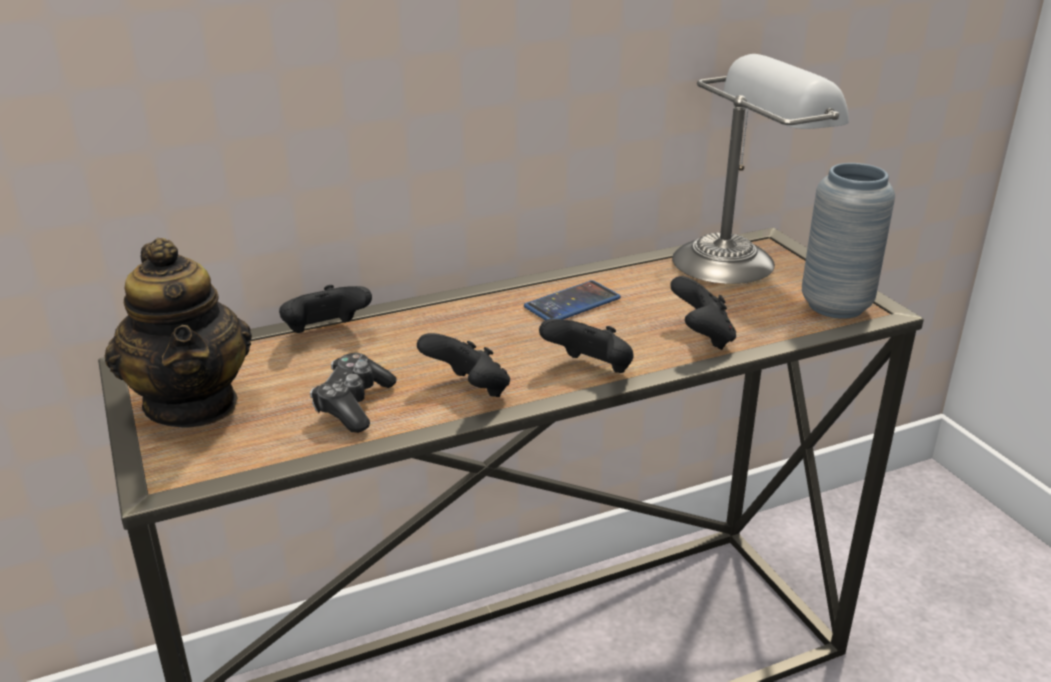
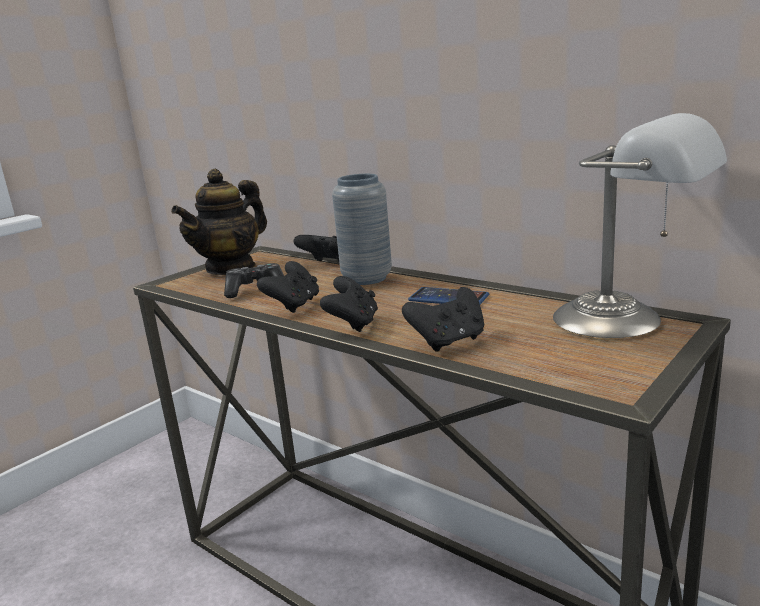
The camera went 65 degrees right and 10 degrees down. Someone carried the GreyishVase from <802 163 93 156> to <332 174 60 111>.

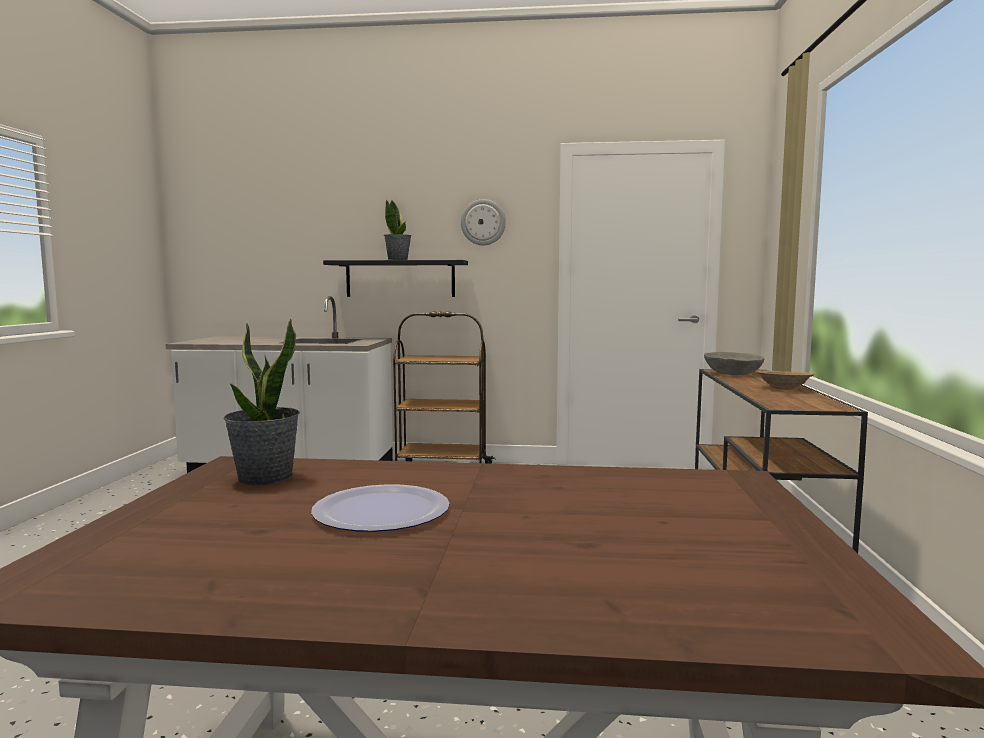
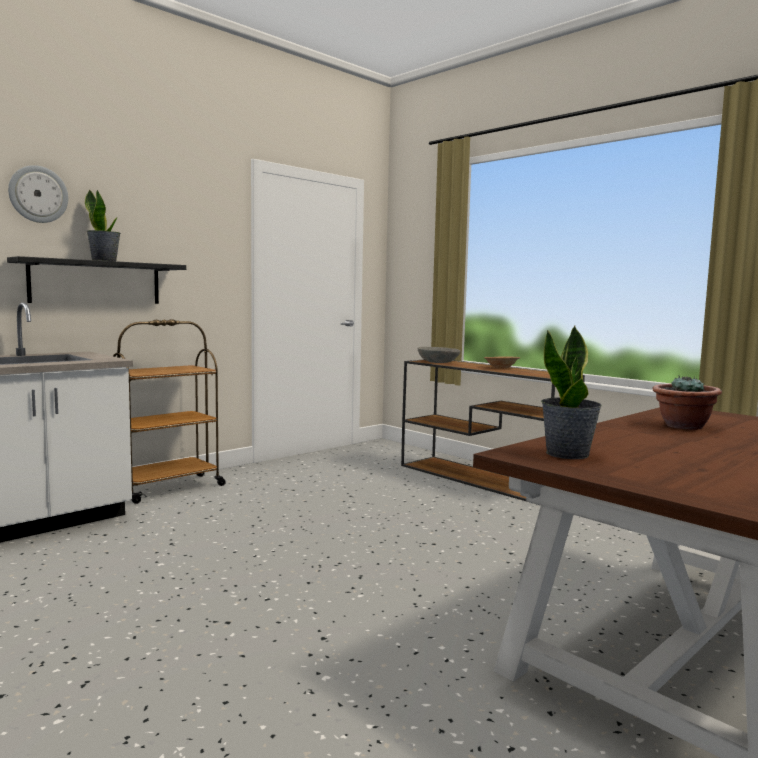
The camera went 50 degrees left and 0 degrees up. Someone took away the DinnerPlate at <311 484 138 48>. Someone carried the ClockOnTheWall from <461 199 45 46> to <8 165 60 58>. Someone put down the PottedPlant at <652 375 70 55>.

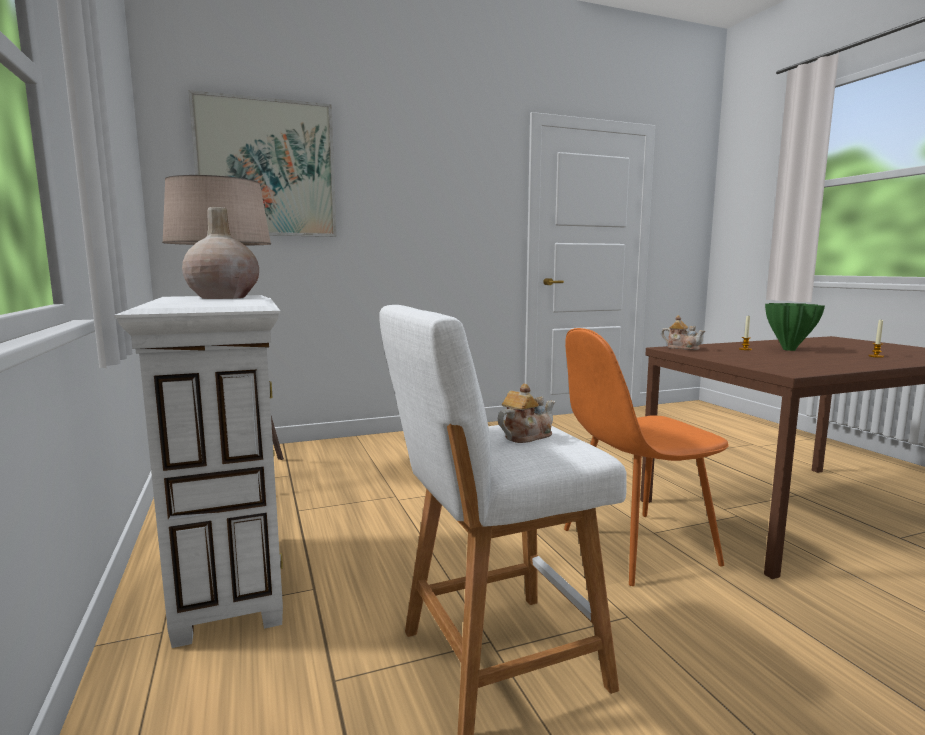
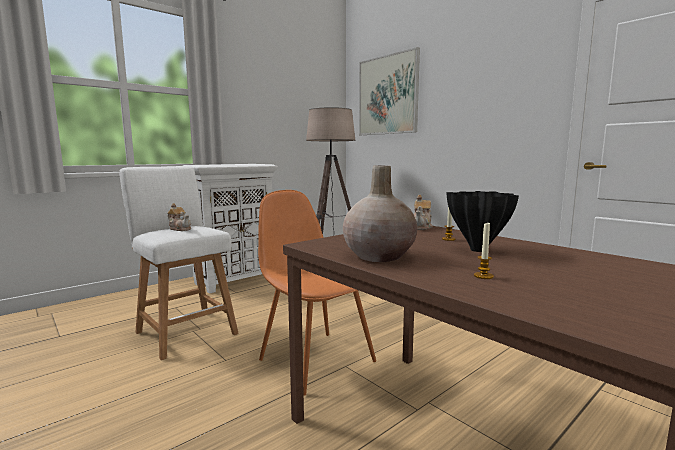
The camera went 70 degrees right and 0 degrees up. Someone carried the BeigeColouredVase from <182 207 77 92> to <343 165 74 97>. Someone repainted the GreenishVase at <765 303 60 48>, which became the BlackVase at <446 191 73 61>.

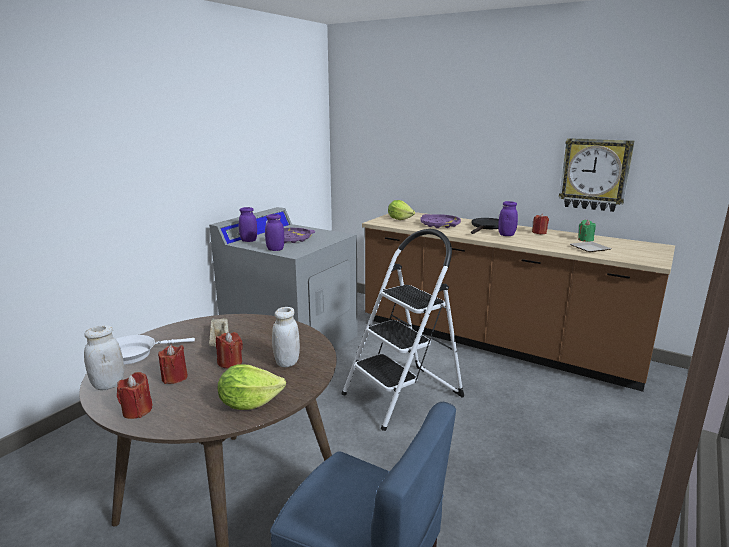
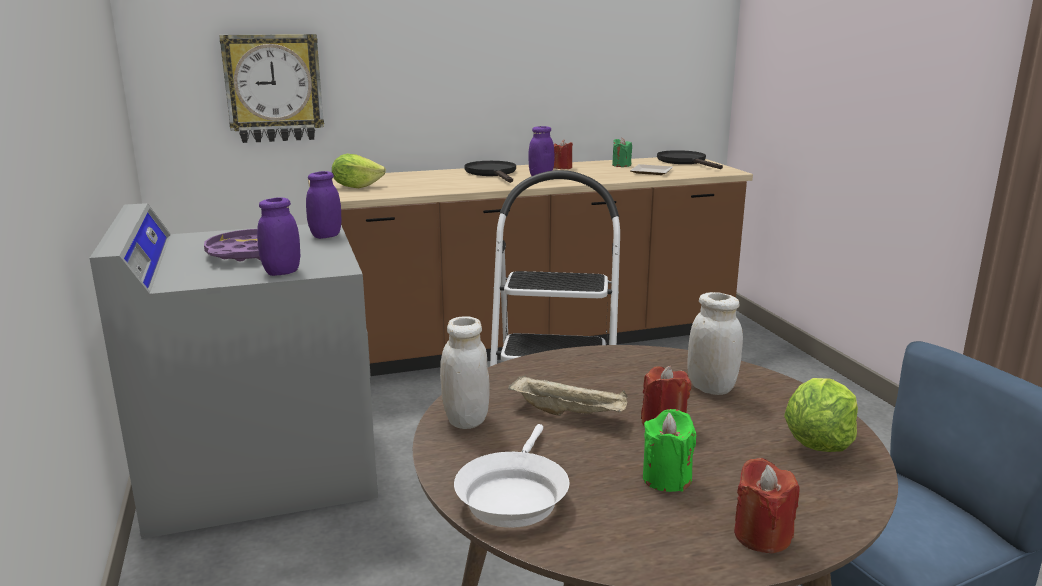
The camera went 50 degrees left and 0 degrees up. Someone carried the WhiteColouredStorageJar from <84 325 40 65> to <440 316 49 113>. Someone repainted the RedCandle at <158 345 30 39>, which became the GreenishCandle at <643 409 53 83>. Someone carried the PurplishStorageJar from <239 207 18 35> to <306 171 36 68>. Someone took away the PurplishCarryingTray at <420 214 41 14>. Someone carried the ClockOnTheWall from <559 138 75 74> to <219 34 105 109>. Someone put down the BlackFryingPan at <657 150 66 19>.

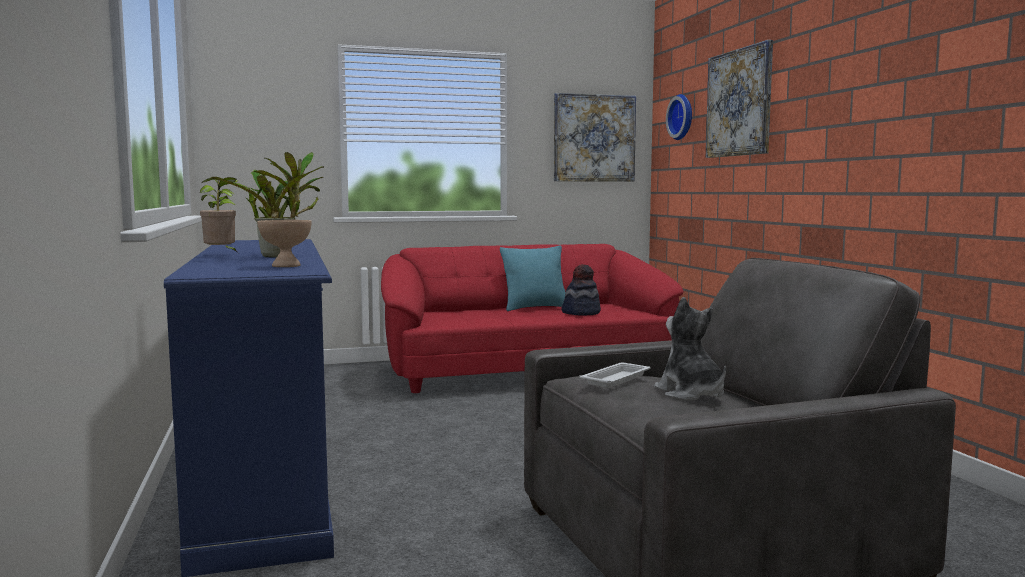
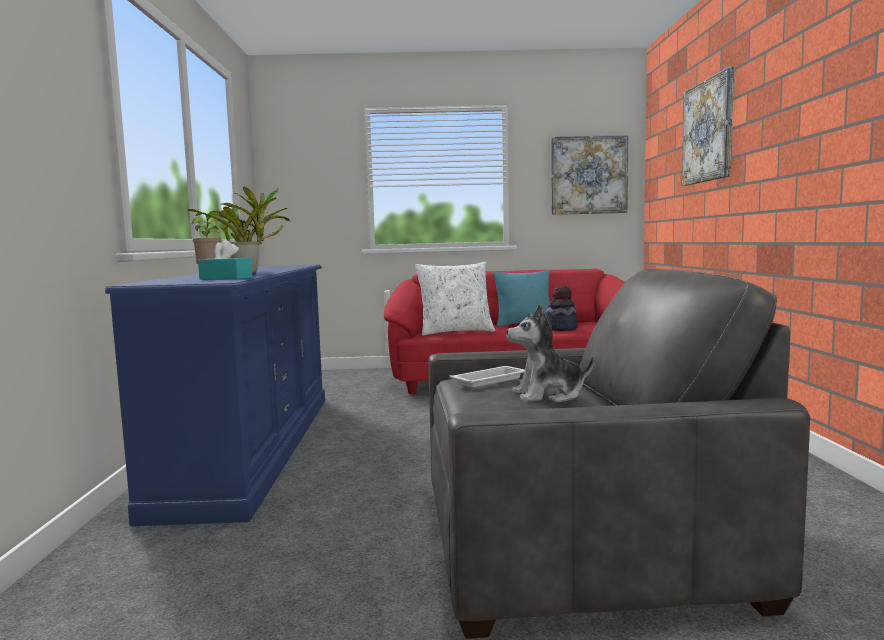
The camera went 15 degrees right and 0 degrees up. Someone swapped the BeigeColouredBowl at <257 220 55 47> for the BlueGreenBoxOfTissues at <198 239 54 41>. Someone rotated the CuddlyToy at <654 297 72 104> by 90 degrees counterclockwise. Someone took away the ClockOnTheWall at <666 94 26 46>. Someone put down the WhiteColouredCushion at <415 262 80 74>.

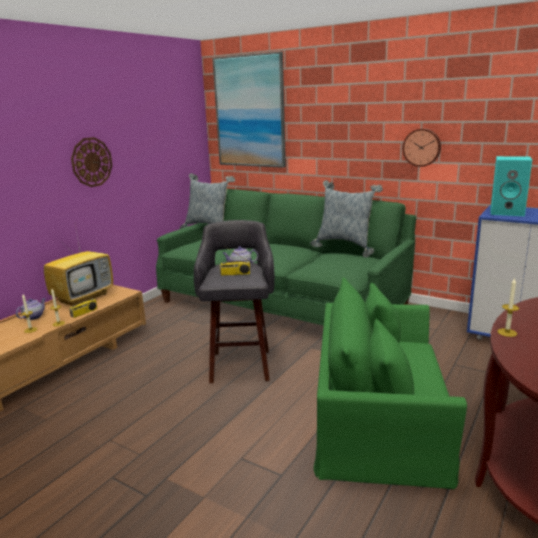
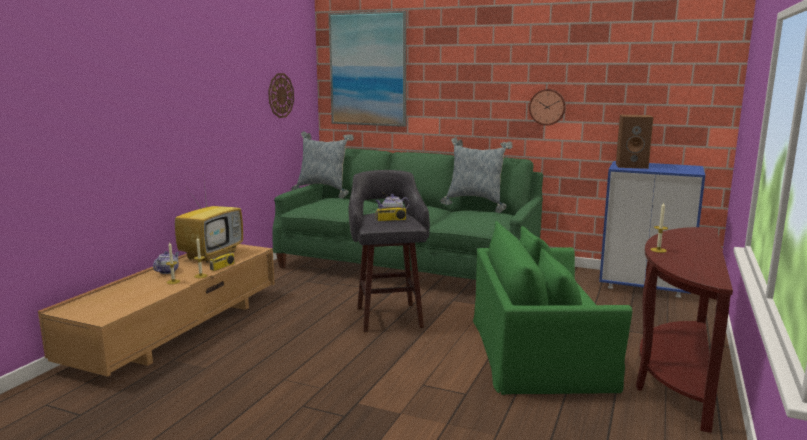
The camera went 10 degrees left and 5 degrees down. Someone carried the ClockOnTheWall from <71 137 41 50> to <268 73 26 45>. Someone repainted the BlueGreenSpeaker at <490 156 42 60>, which became the BrownSpeaker at <616 115 37 54>.

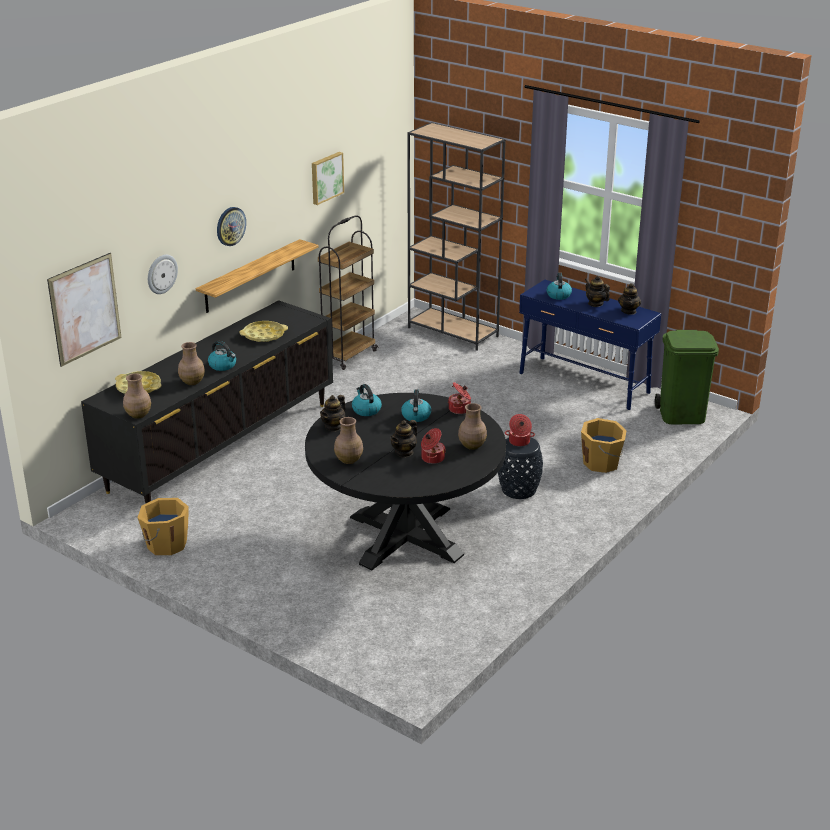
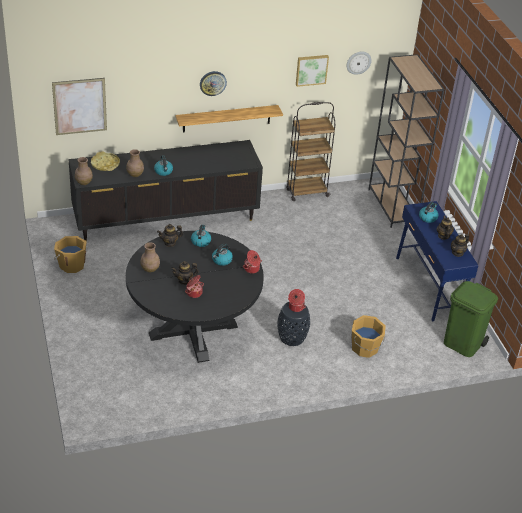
The camera went 35 degrees right and 10 degrees up. Someone carried the ClockOnTheWall from <148 255 30 39> to <347 52 25 23>. Someone took away the YellowCarryingTray at <239 321 49 21>. Someone took away the BrownVase at <458 403 29 47>.

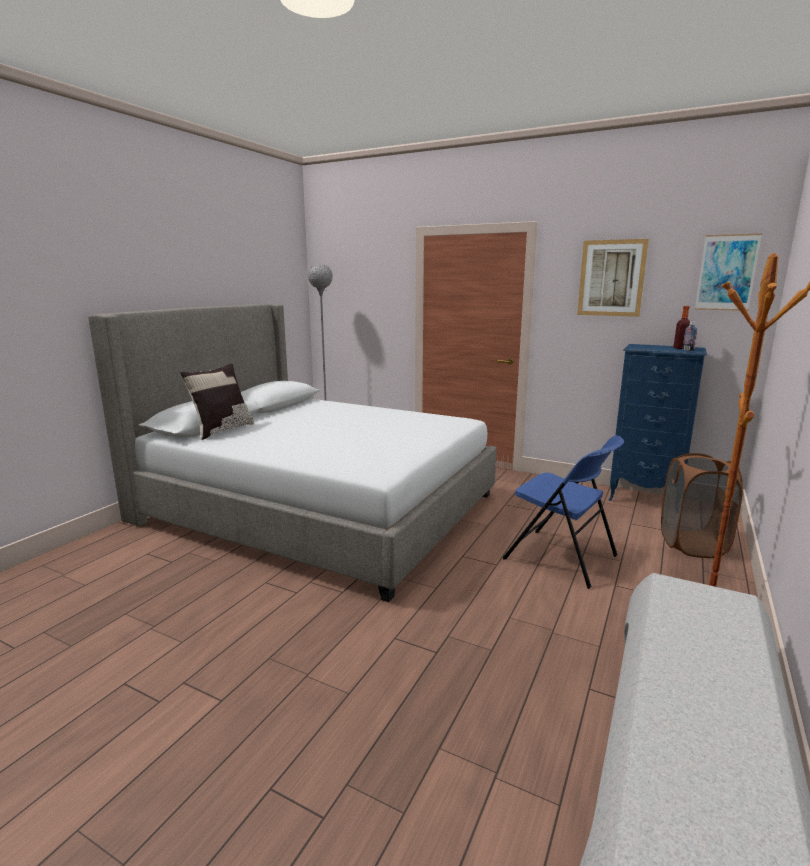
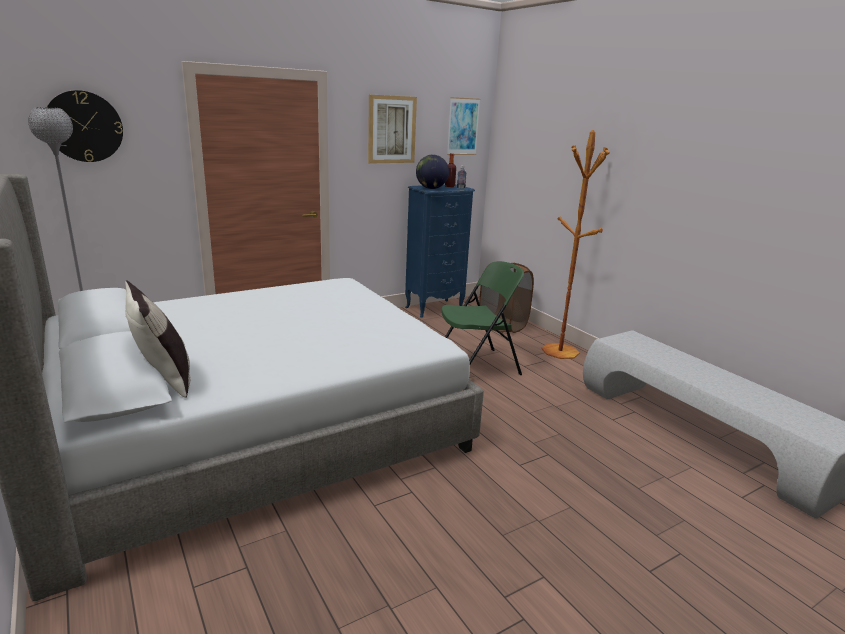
The camera went 60 degrees left and 5 degrees up. Someone repainted the BlueColouredPlainChair at <503 436 121 153>, which became the GreenishPlainChair at <441 261 83 114>. Someone put up the ClockOnTheWall at <47 90 76 72>. Someone put down the Globe at <416 155 33 34>.

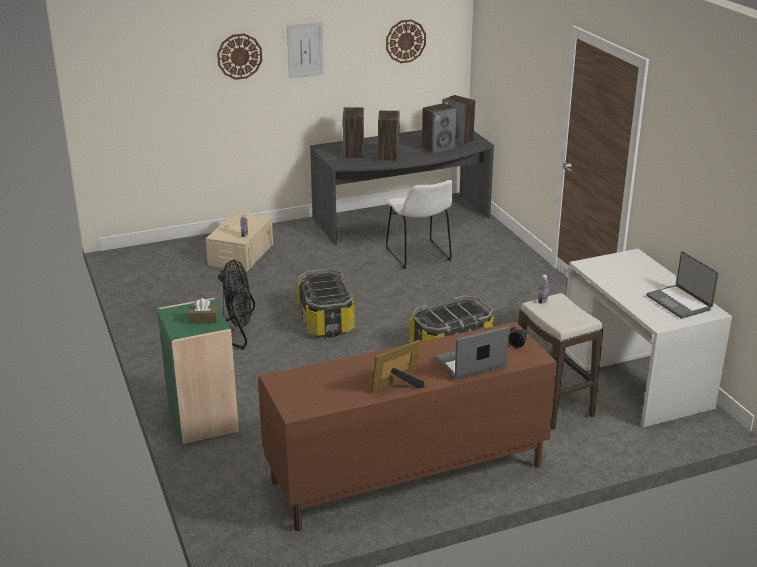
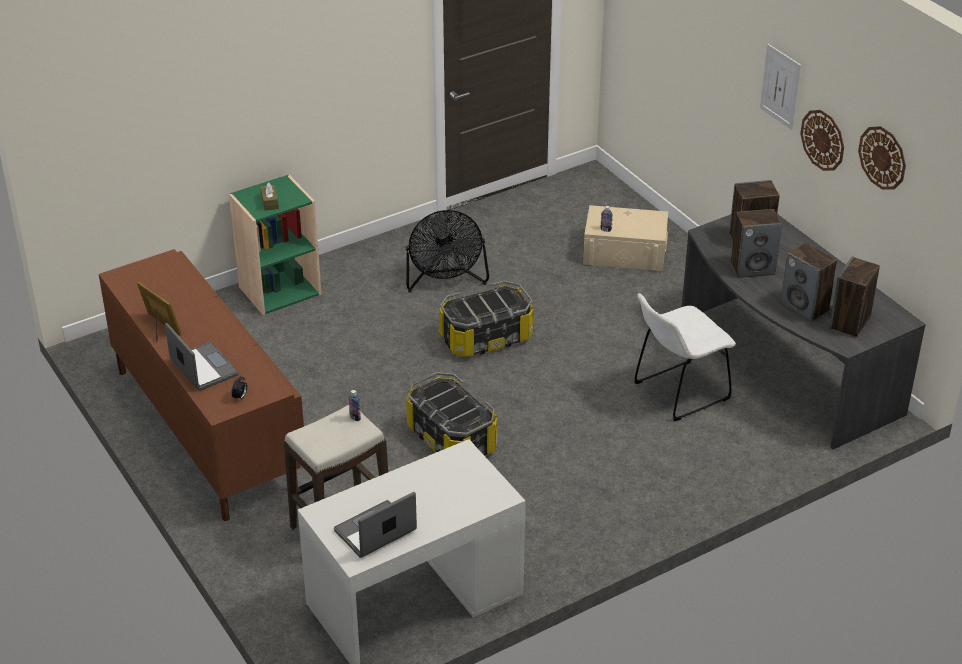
The camera went 80 degrees right and 10 degrees up. Someone carried the ClockOnTheWall from <217 34 45 46> to <800 110 44 61>.

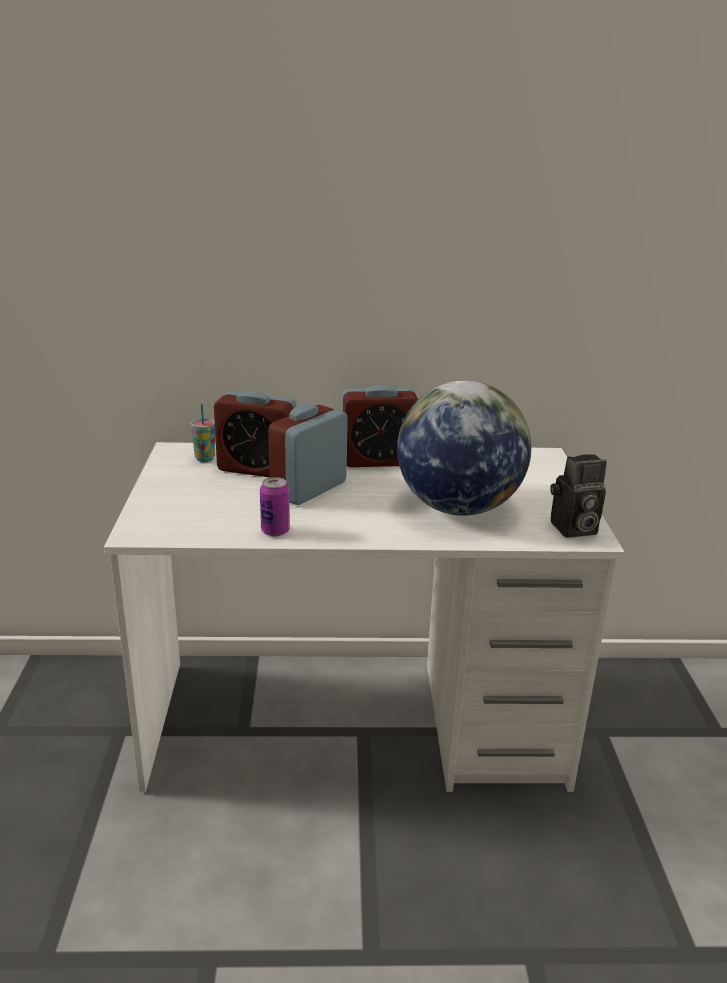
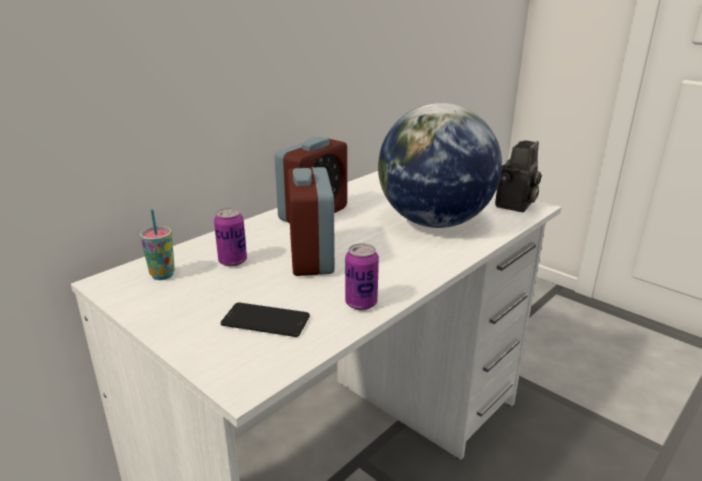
The camera went 45 degrees left and 0 degrees up. Someone swapped the BedsideClock at <214 391 83 86> for the Can at <214 208 33 59>. Someone put down the Telephone at <220 303 90 34>.

